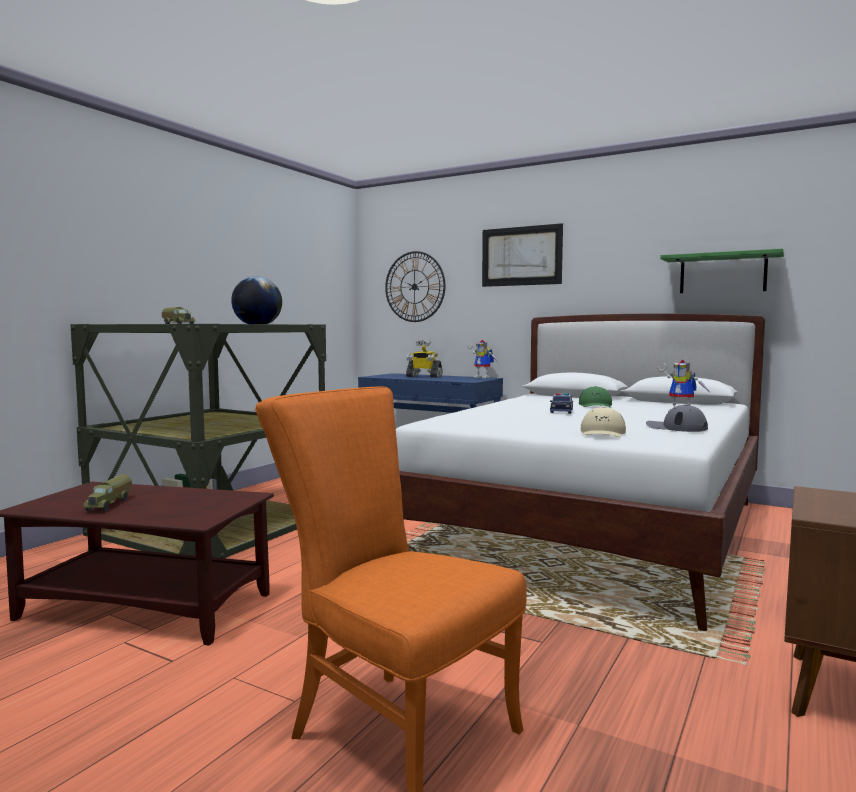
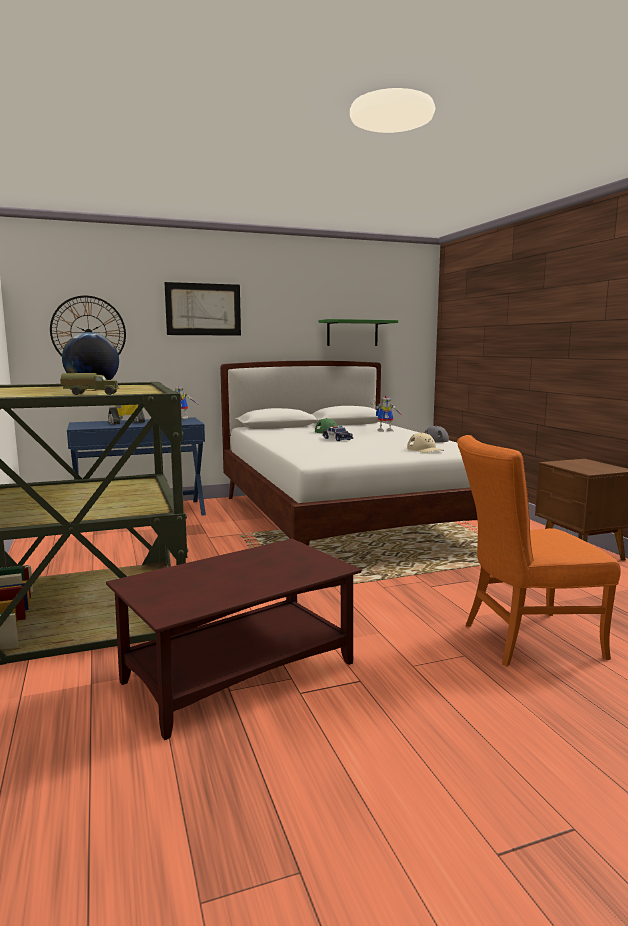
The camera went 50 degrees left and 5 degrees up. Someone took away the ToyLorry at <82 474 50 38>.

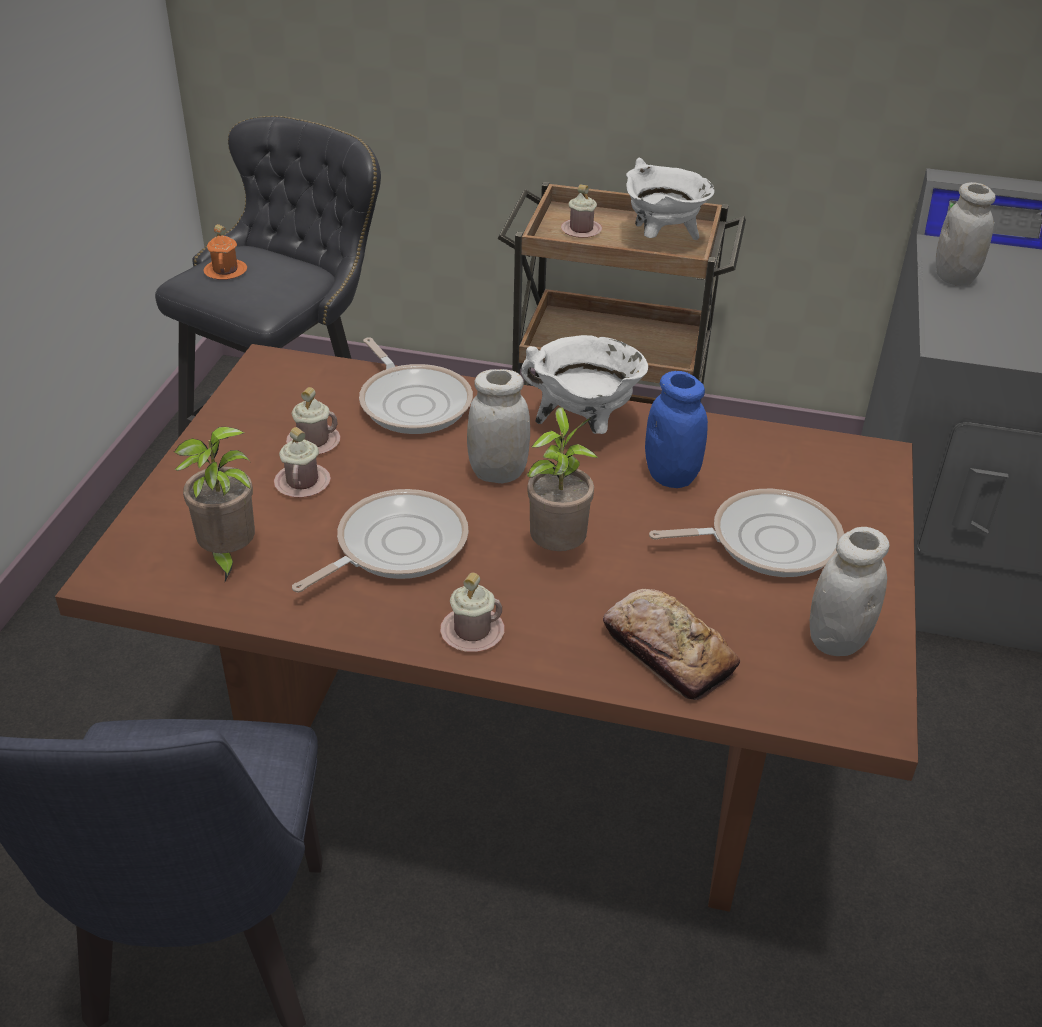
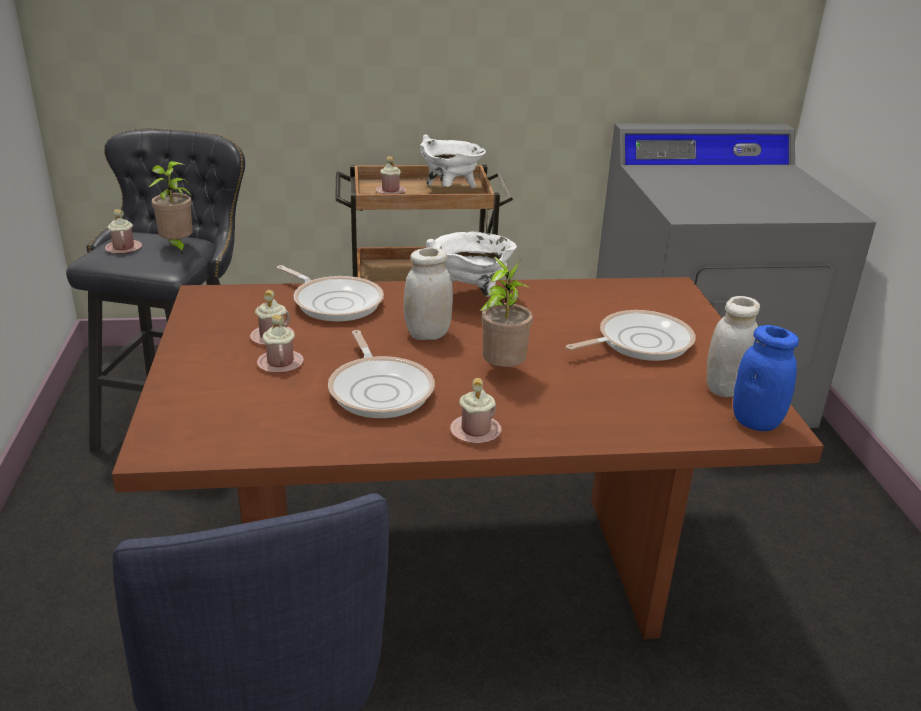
The camera went 20 degrees left and 10 degrees down. Someone carried the PottedPlant from <174 427 81 155> to <149 161 44 93>. Someone repainted the OrangeCoffeeMug at <203 224 44 56>, which became the PinkishCoffeeMug at <105 209 37 45>. Someone rotated the FryingPan at <292 489 177 104> by 135 degrees clockwise. Someone took away the BakedBread at <603 589 137 111>. Someone carried the BlueColouredStorageJar from <645 371 63 117> to <733 325 66 106>. Someone took away the WhiteColouredStorageJar at <936 182 60 104>.

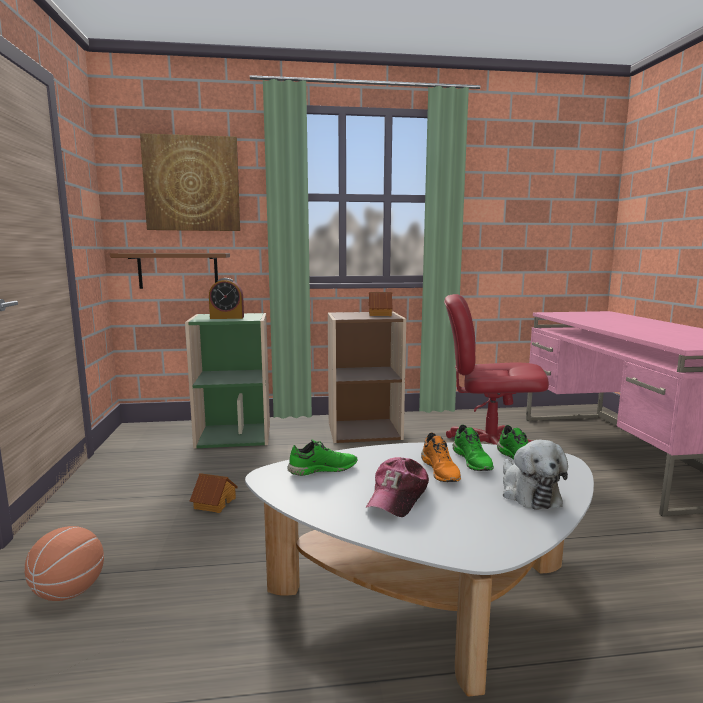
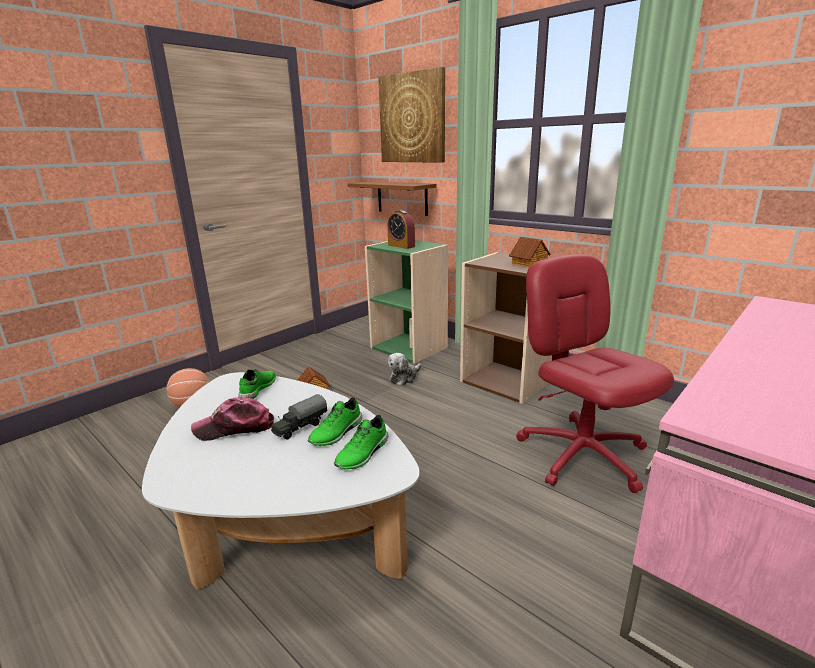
The camera went 50 degrees right and 10 degrees up. Someone rotated the GreenishShoe at <287 439 70 37> by 105 degrees counterclockwise. Someone swapped the OrangeShoe at <421 432 40 50> for the ToyLorry at <271 394 56 45>. Someone carried the CuddlyToy from <503 440 65 70> to <388 353 33 33>.

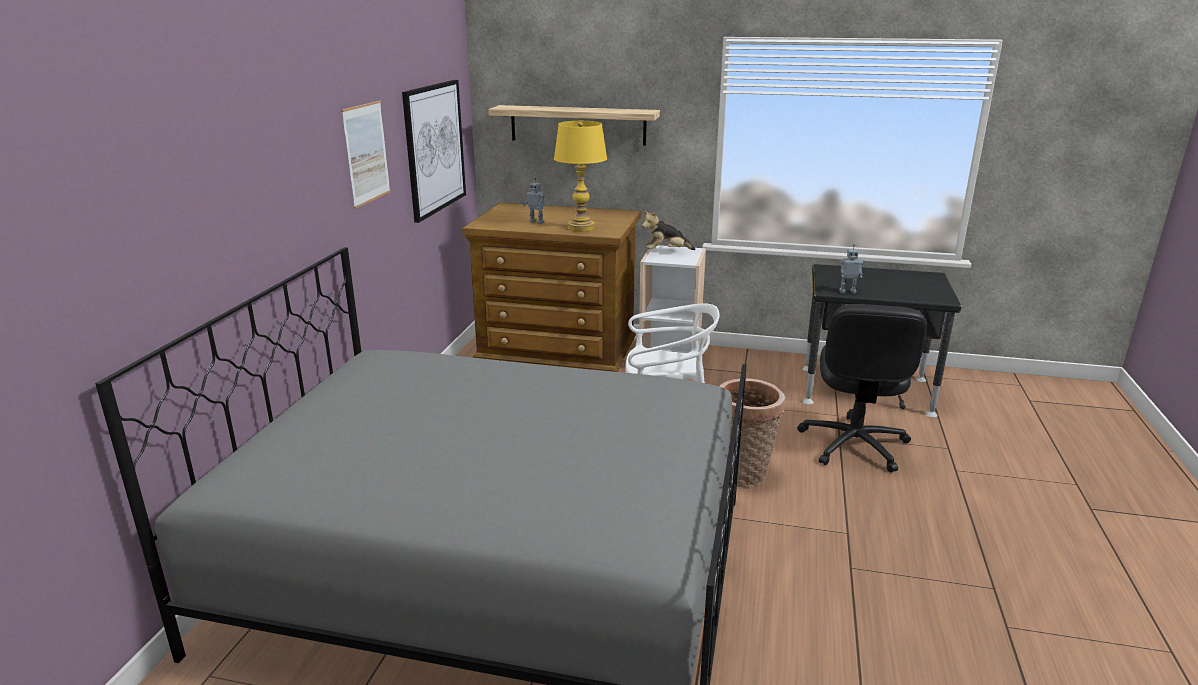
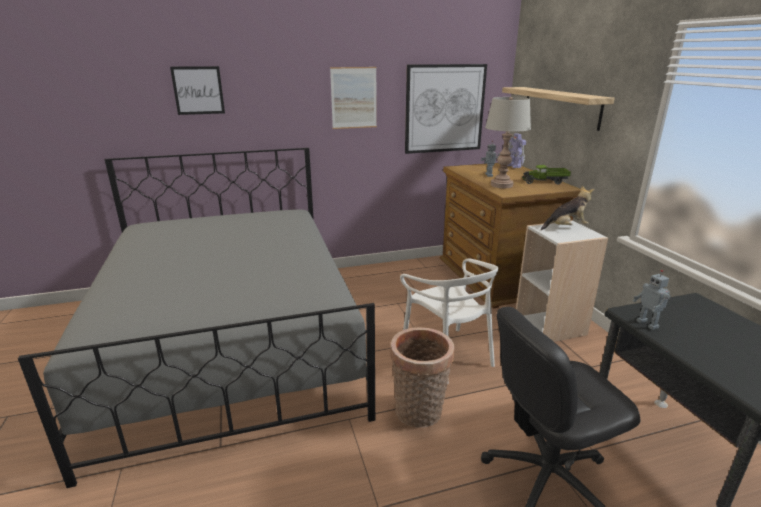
The camera went 60 degrees right and 0 degrees up. Someone repainted the YellowTabletopLamp at <554 121 53 111>, which became the GreyishTabletopLamp at <485 97 46 91>. Someone rotated the CuddlyToy at <642 211 53 39> by 120 degrees clockwise. Someone put up the WallArt at <170 66 55 49>. Someone put down the RobotFigure at <508 133 18 35>. Someone put down the ToyLorry at <523 165 48 19>.

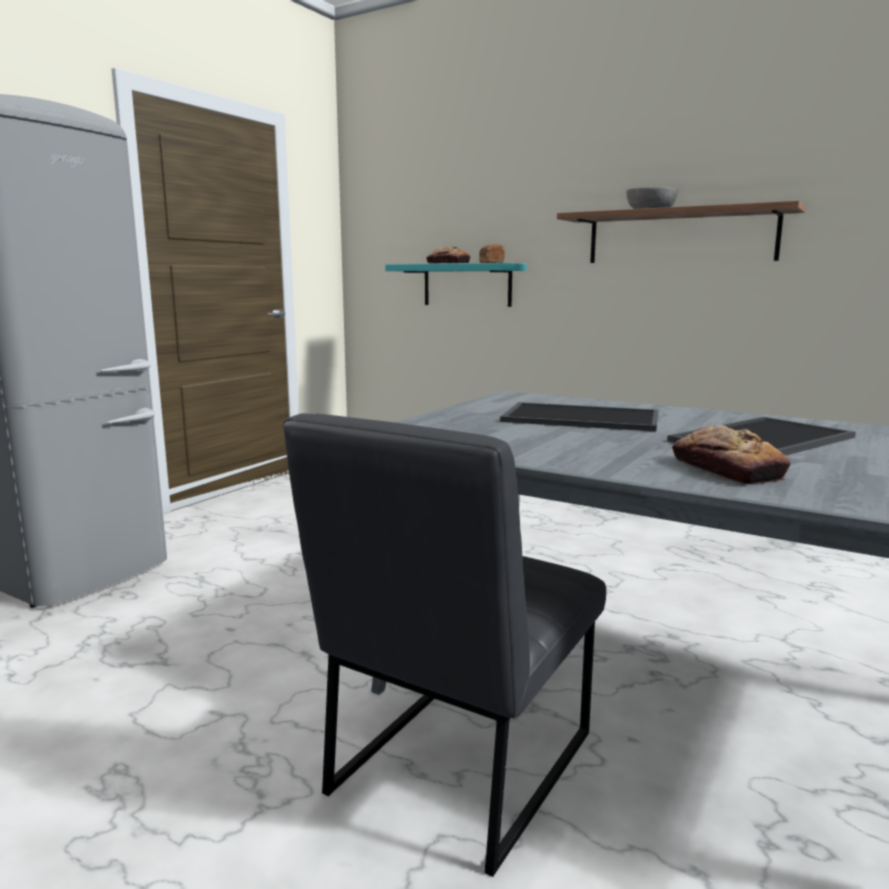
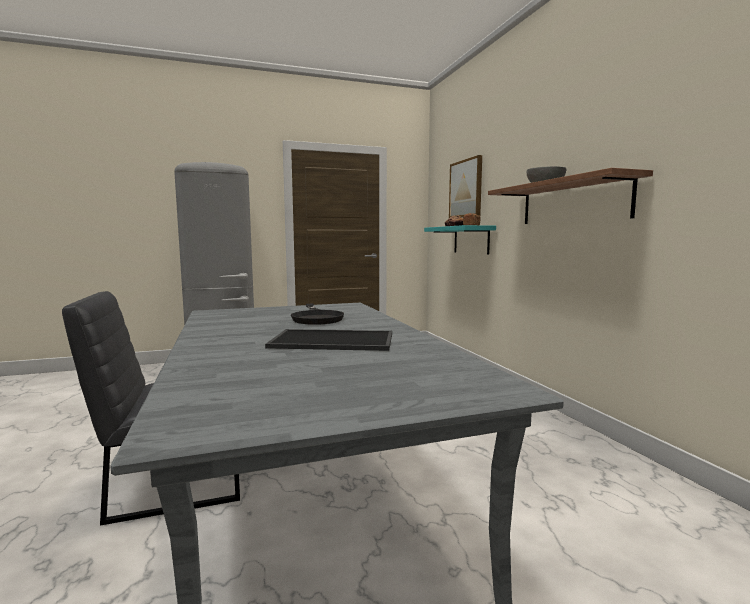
The camera went 40 degrees right and 5 degrees down. Someone swapped the CarryingTray at <500 402 158 30> for the BlackFryingPan at <291 304 53 21>. Someone took away the BakedBread at <672 424 119 61>. Someone put up the WallArt at <449 155 33 63>.

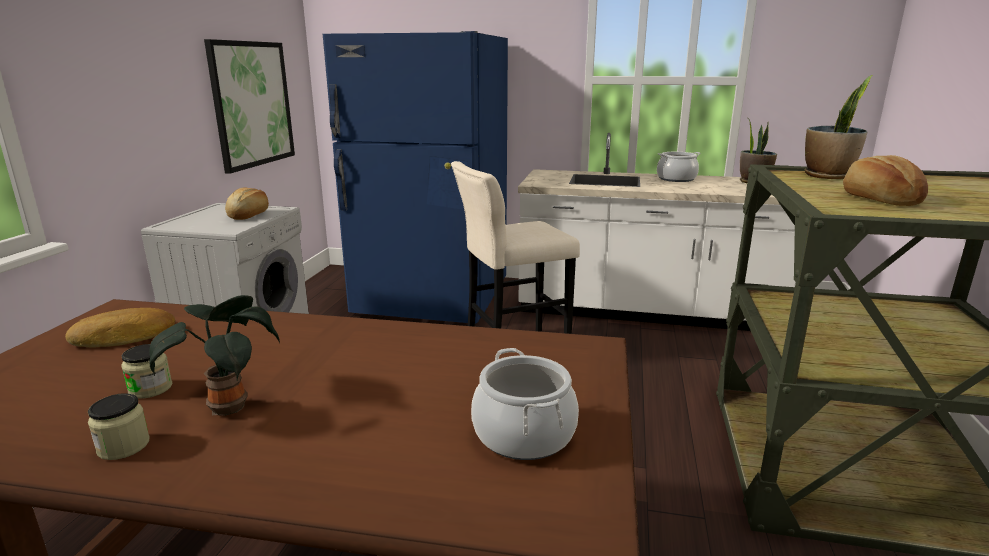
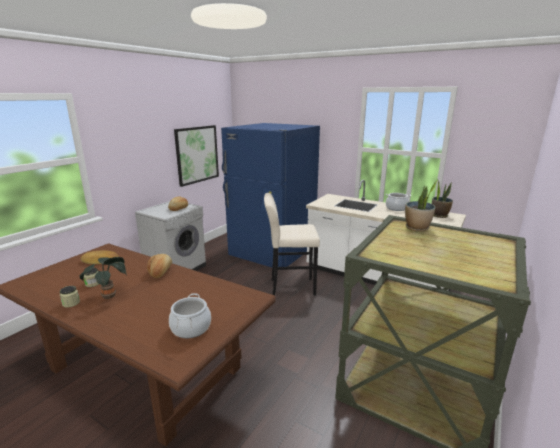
The camera went 20 degrees right and 0 degrees up. Someone carried the BakedBread from <843 155 85 51> to <147 254 25 24>.

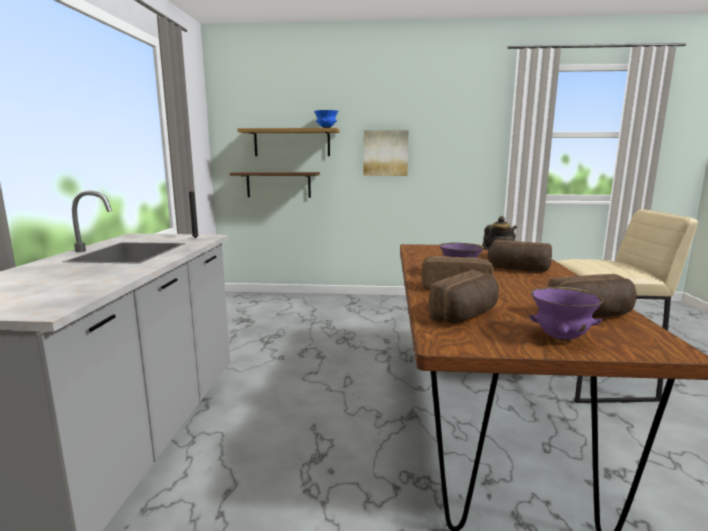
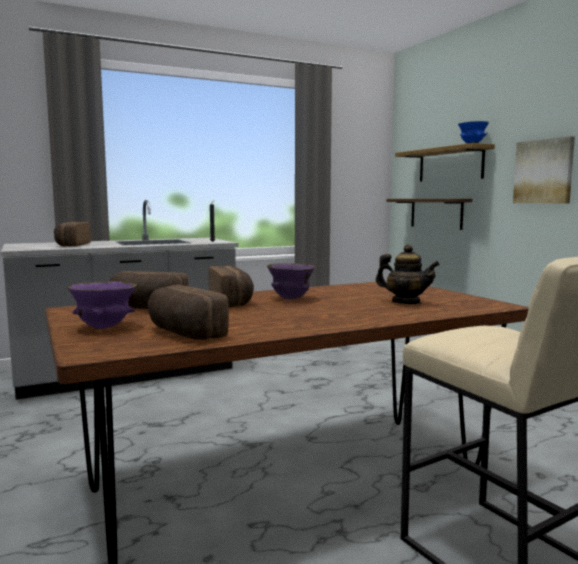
The camera went 60 degrees right and 5 degrees down. Someone carried the BakedBread from <488 240 64 32> to <54 222 37 25>.

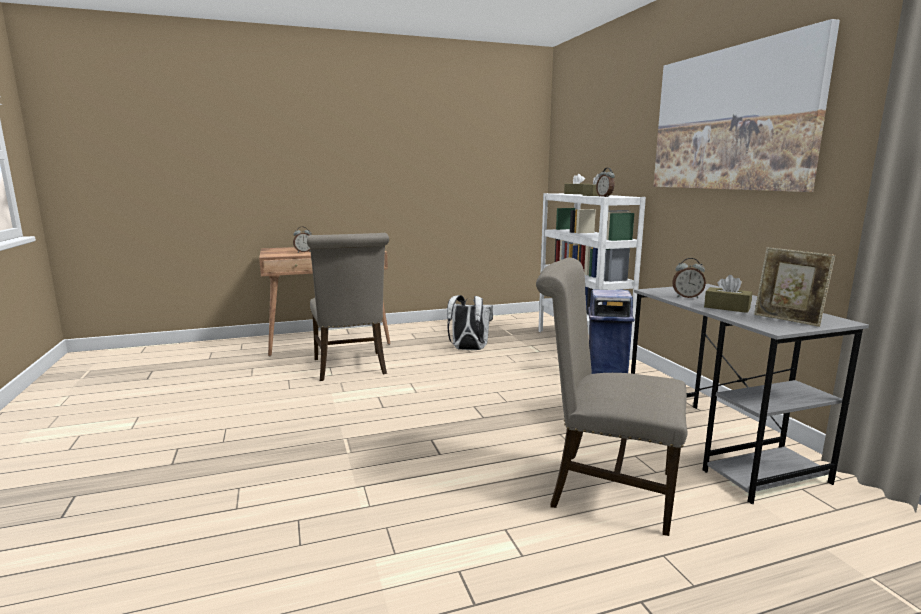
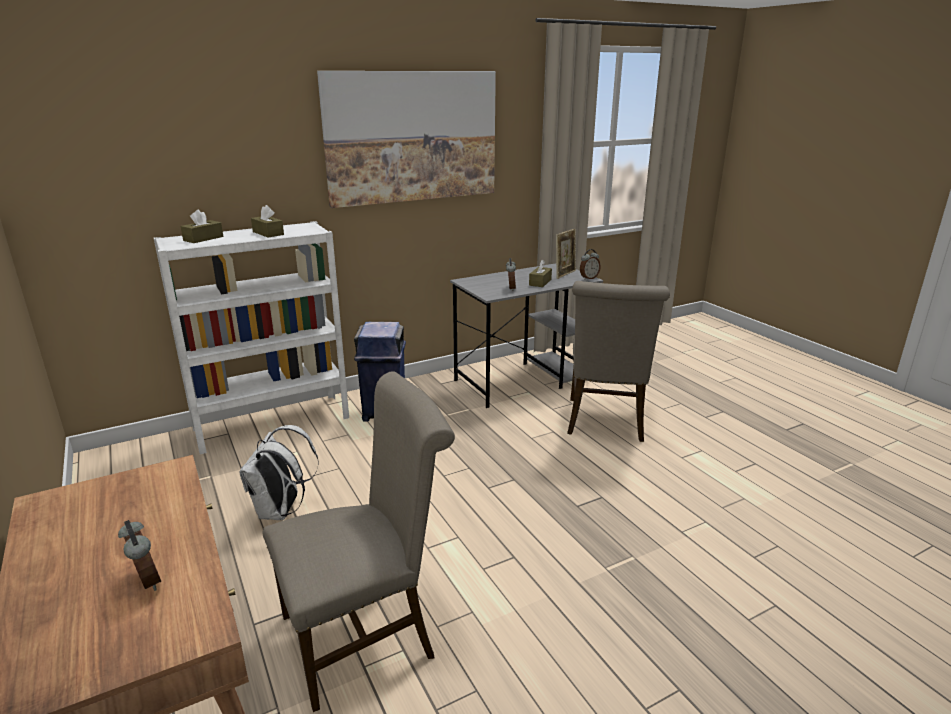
The camera went 100 degrees left and 10 degrees up. Someone carried the BedsideClock from <596 168 19 29> to <580 249 21 31>.

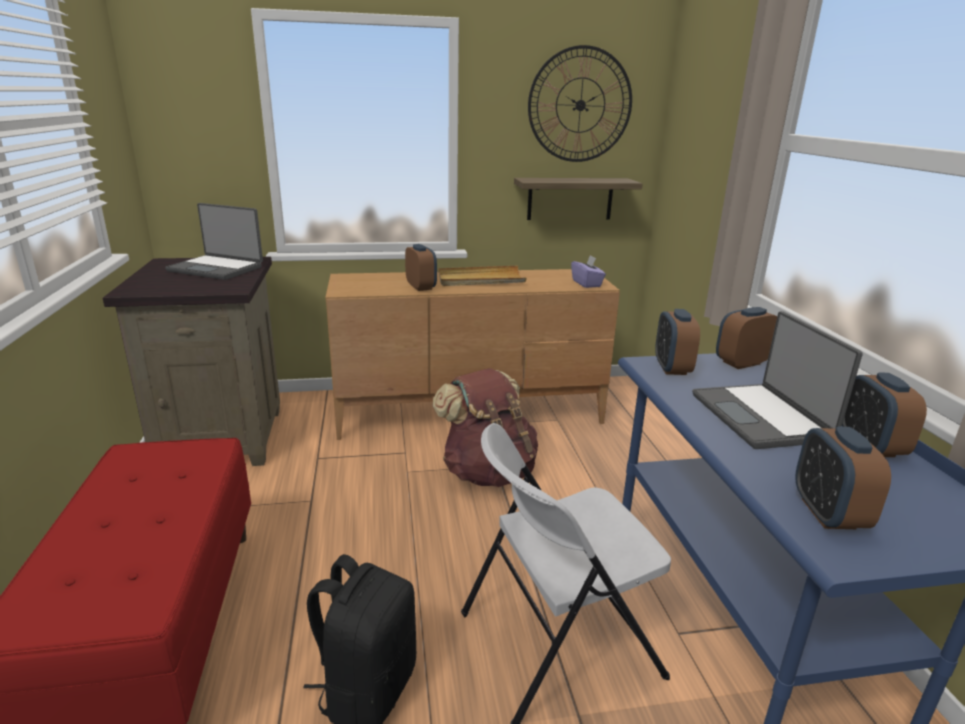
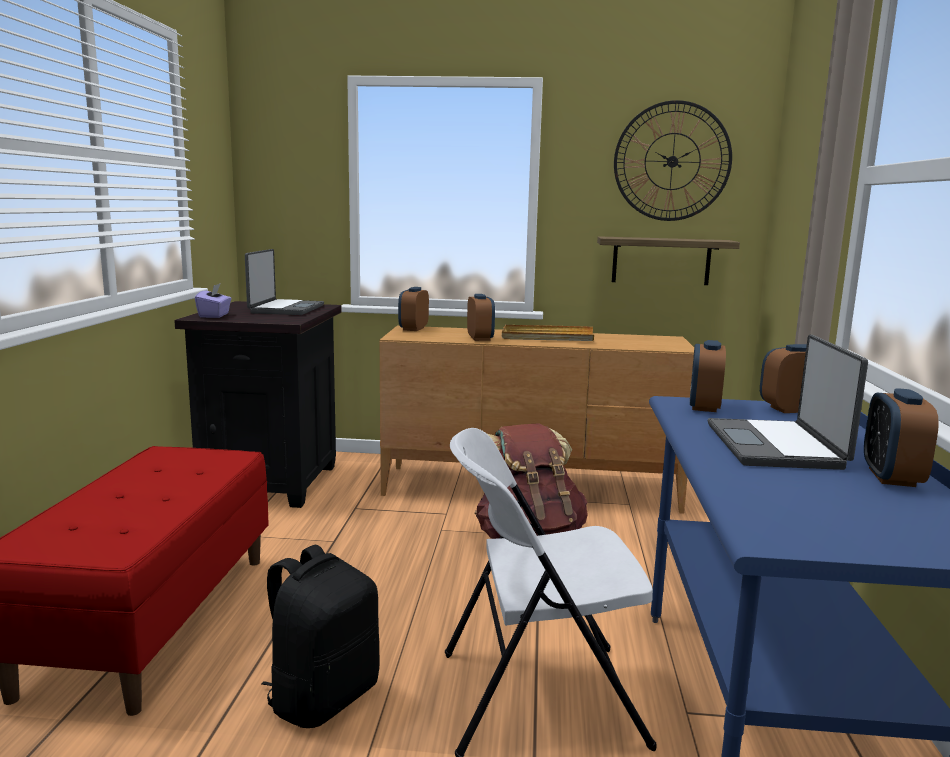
The camera went 15 degrees right and 10 degrees down. Someone repainted the BeigeColouredStorageCabinet at <103 257 177 209>, which became the BlackStorageCabinet at <174 301 168 207>. Someone rotated the Laptop at <165 203 98 77> by 120 degrees counterclockwise. Someone carried the PurplishBoxOfTissues from <571 255 35 33> to <195 283 37 35>. Someone carried the BedsideClock from <795 427 96 102> to <398 287 31 44>.

